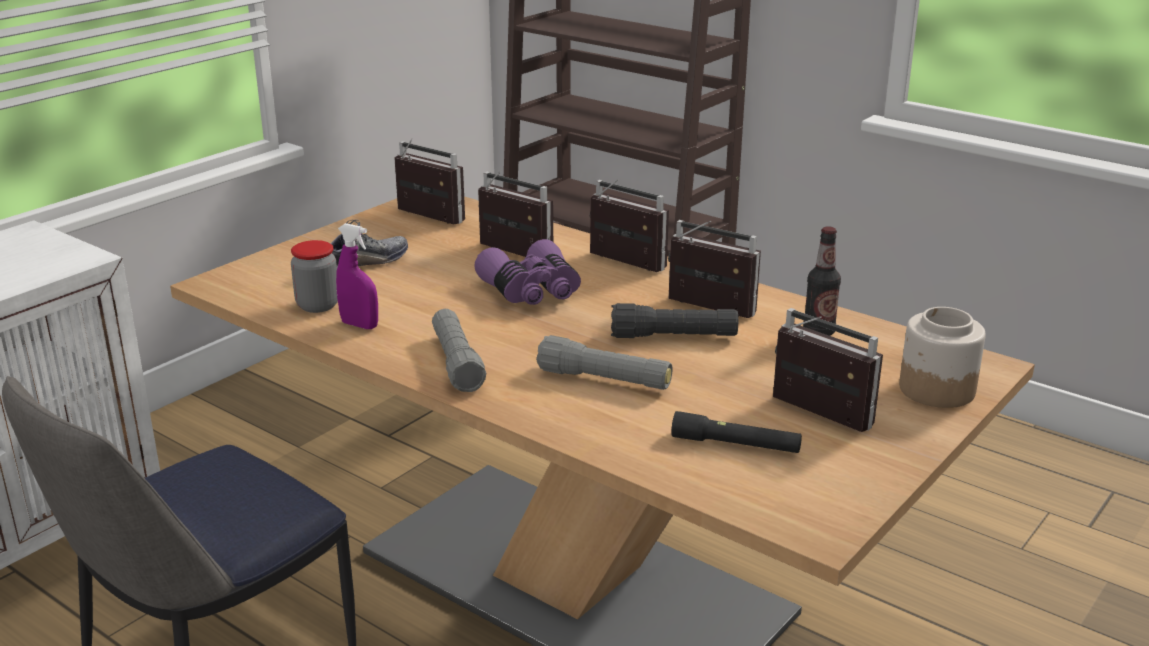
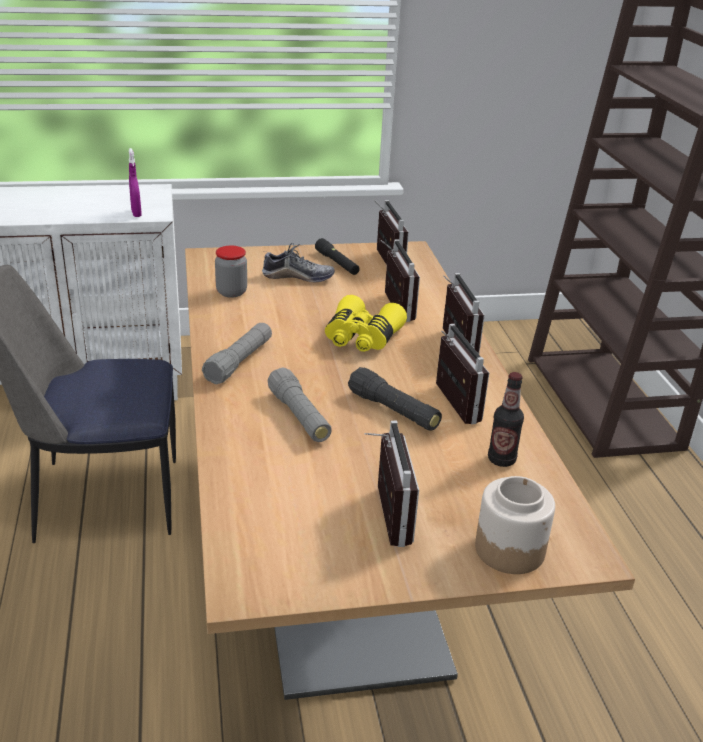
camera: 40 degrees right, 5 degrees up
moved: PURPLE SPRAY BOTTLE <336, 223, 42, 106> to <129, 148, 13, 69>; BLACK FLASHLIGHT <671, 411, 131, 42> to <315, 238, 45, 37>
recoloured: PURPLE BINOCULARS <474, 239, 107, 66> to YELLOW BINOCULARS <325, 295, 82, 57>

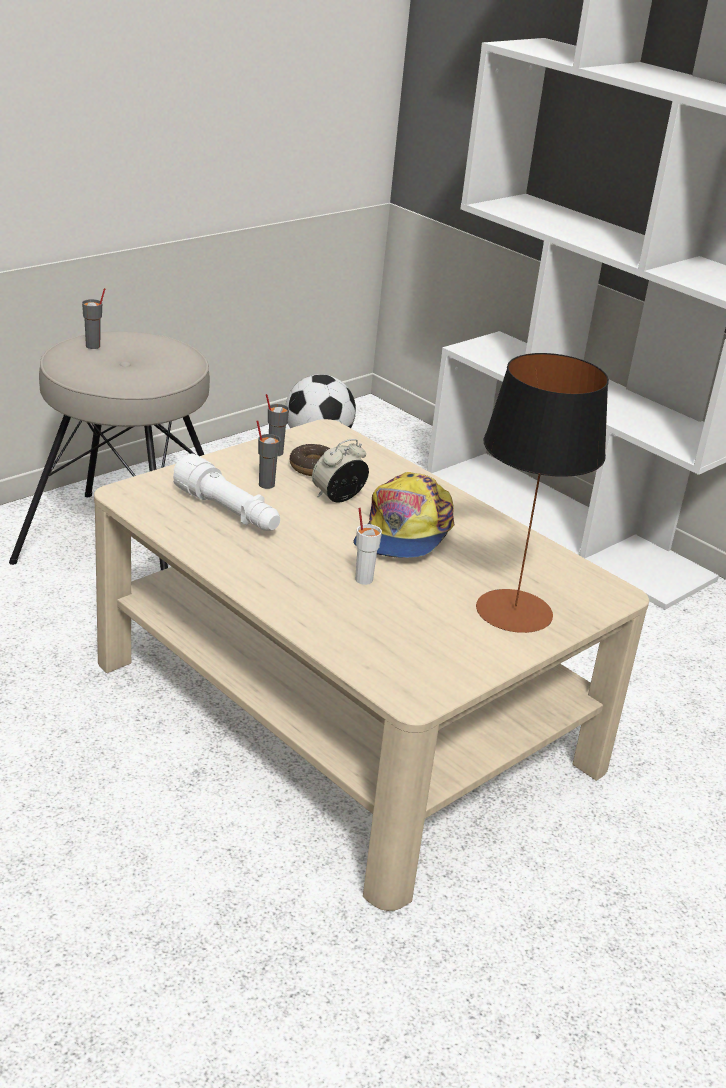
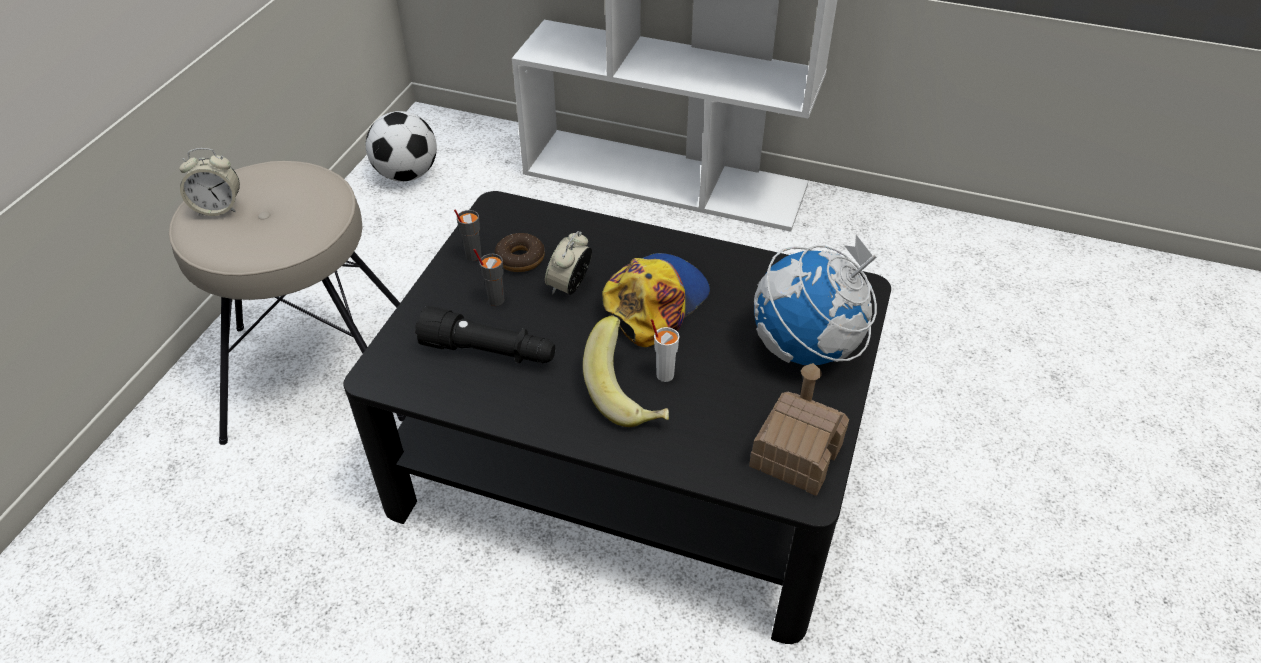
camera: 25 degrees left, 15 degrees up
added: BANANA <583, 315, 86, 112>; TOY HOUSE <749, 363, 100, 133>
replaced: GREY CUP <82, 288, 23, 61> to ALARM CLOCK <179, 148, 61, 68>; TABLE LAMP <476, 353, 133, 280> to GLOBE <754, 235, 123, 130>
recoloured: BEIGE COFFEE TABLE <94, 419, 555, 492> to BLACK COFFEE TABLE <343, 191, 548, 453>; WHITE FLASHLIGHT <173, 454, 107, 77> to BLACK FLASHLIGHT <415, 306, 141, 57>
turned: CAP <353, 472, 102, 86> = <602, 253, 108, 94> 135 degrees counterclockwise

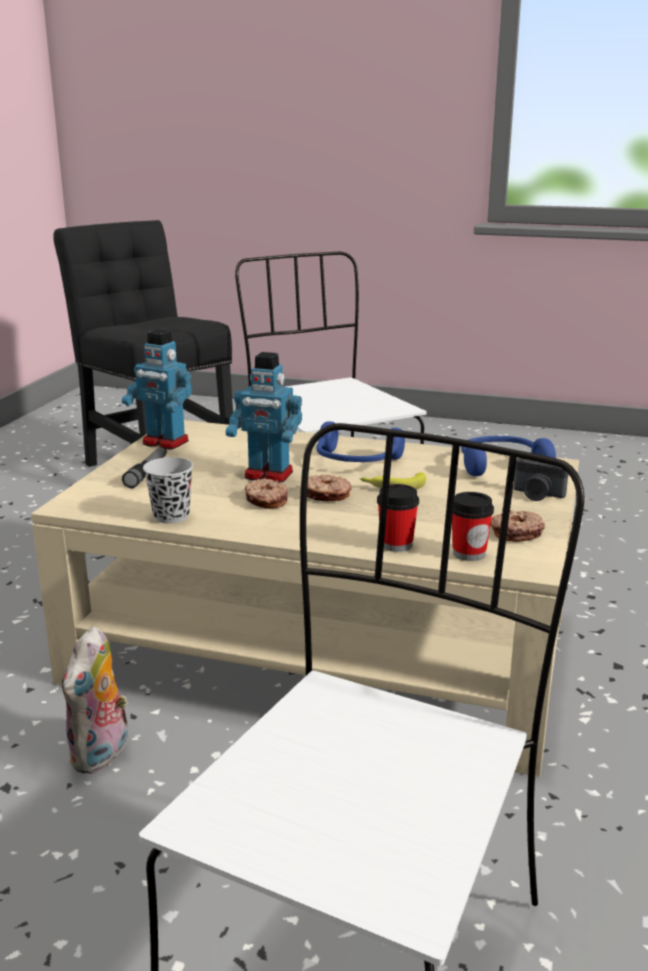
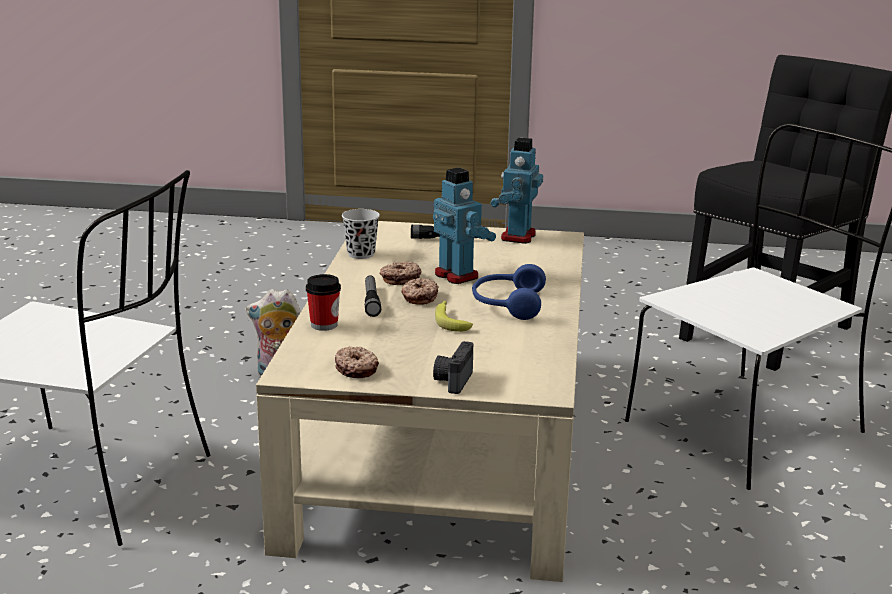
camera: 80 degrees right, 0 degrees up
removed: CUP <452, 492, 42, 69>; BLUE HEADPHONES <461, 436, 95, 40>
added: FLASHLIGHT <365, 275, 16, 42>
turned: TOY ROBOT <226, 352, 76, 131> = <433, 168, 63, 116> 135 degrees clockwise

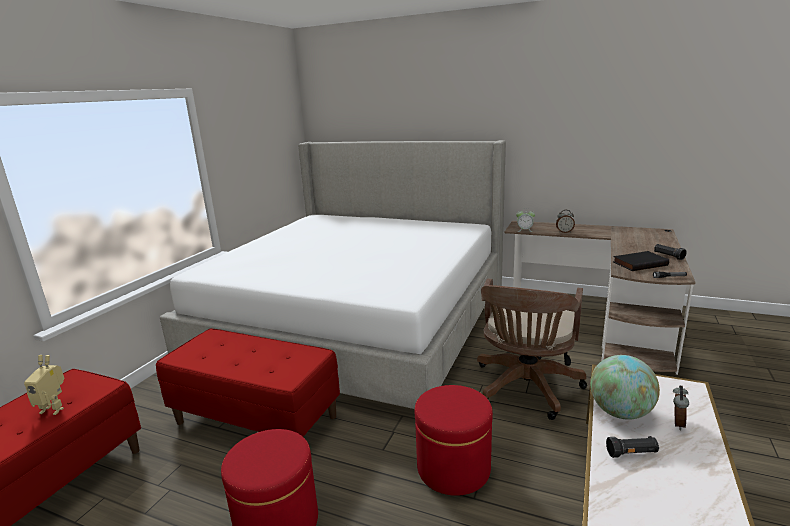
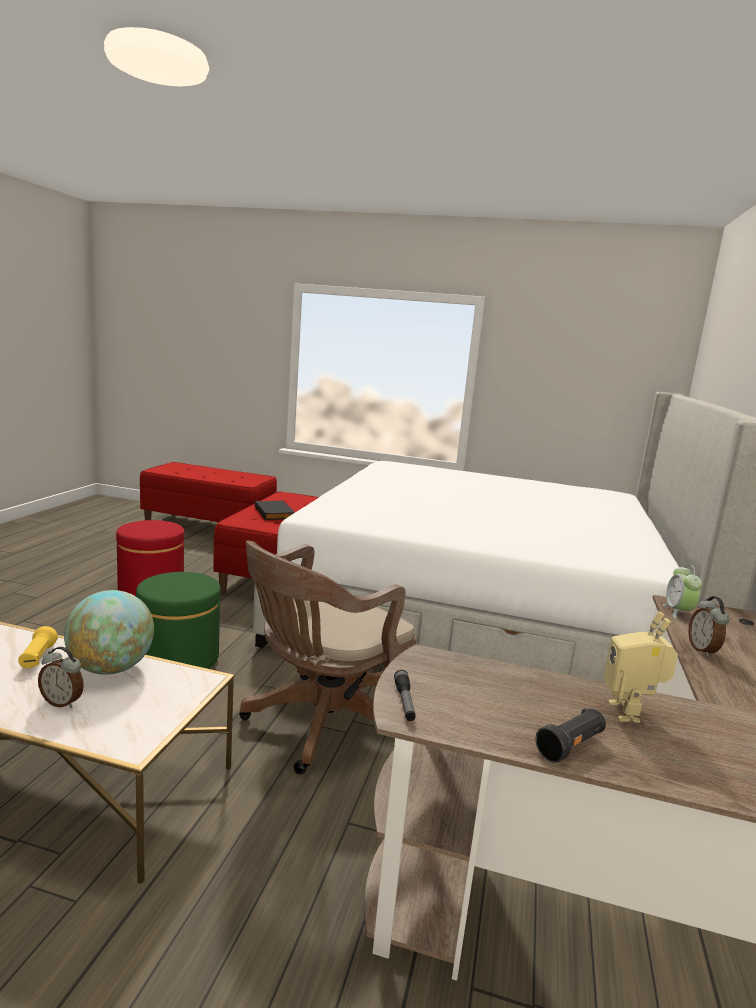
camera: 80 degrees right, 5 degrees down
moved: TOY ROBOT <24, 355, 40, 60> to <604, 611, 74, 112>; BLACK BOOK <613, 251, 56, 20> to <255, 501, 40, 19>
recoloured: RED OTTOMAN <415, 385, 78, 111> to GREEN OTTOMAN <136, 572, 85, 97>; BLACK FLASHLIGHT <606, 436, 53, 22> to YELLOW FLASHLIGHT <18, 626, 40, 43>
turned: BROWN OFFICE CHAIR <477, 279, 110, 141> = <239, 541, 178, 234> 60 degrees counterclockwise

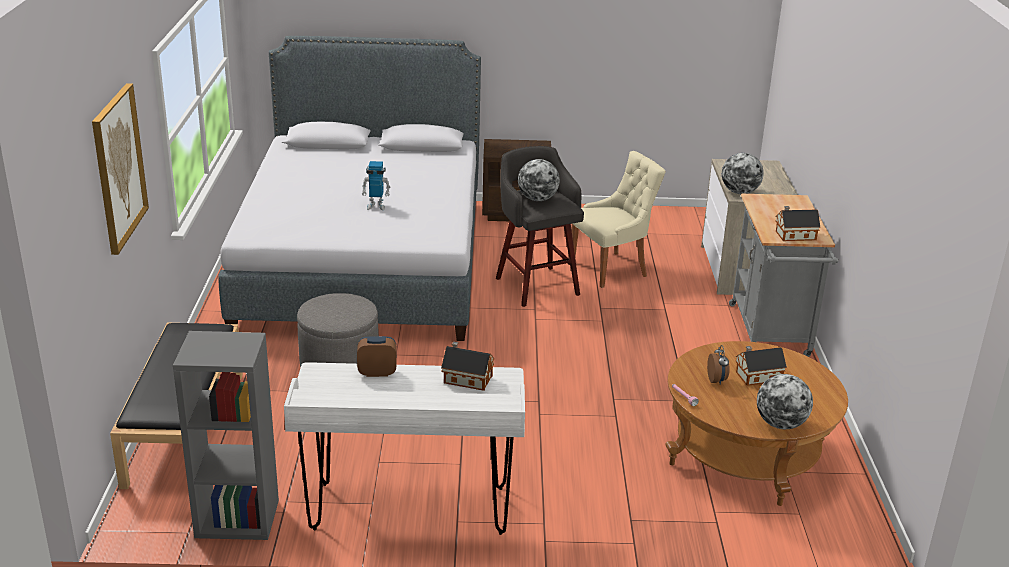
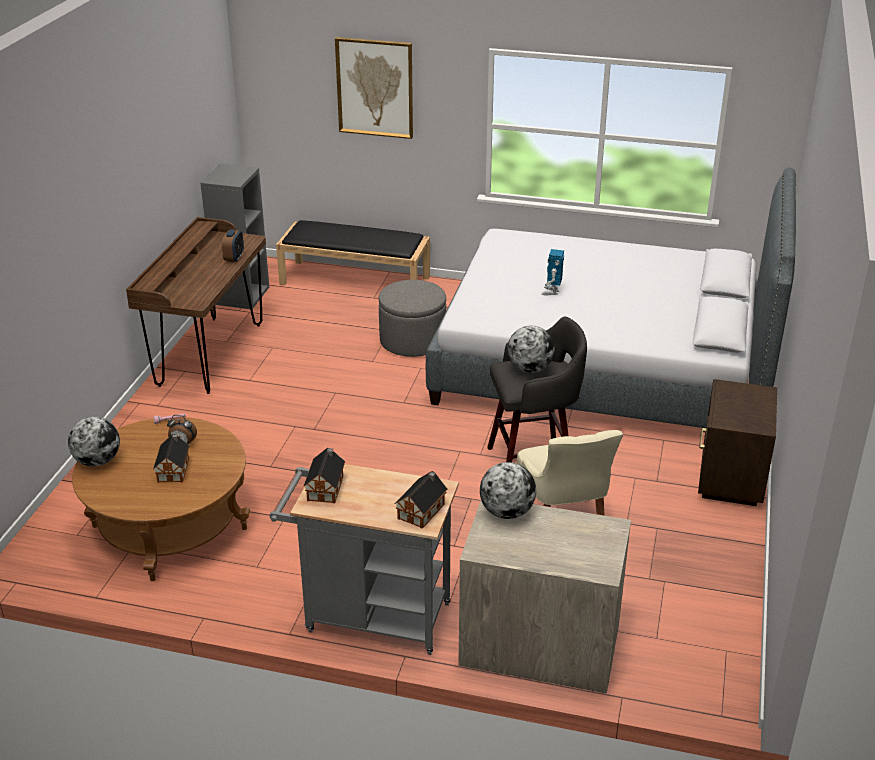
camera: 105 degrees right, 5 degrees up
moved: TOY HOUSE <441, 342, 54, 49> to <395, 471, 52, 58>
recoloured: WHITE DESK <284, 362, 241, 173> to BROWN DESK <126, 217, 140, 177>

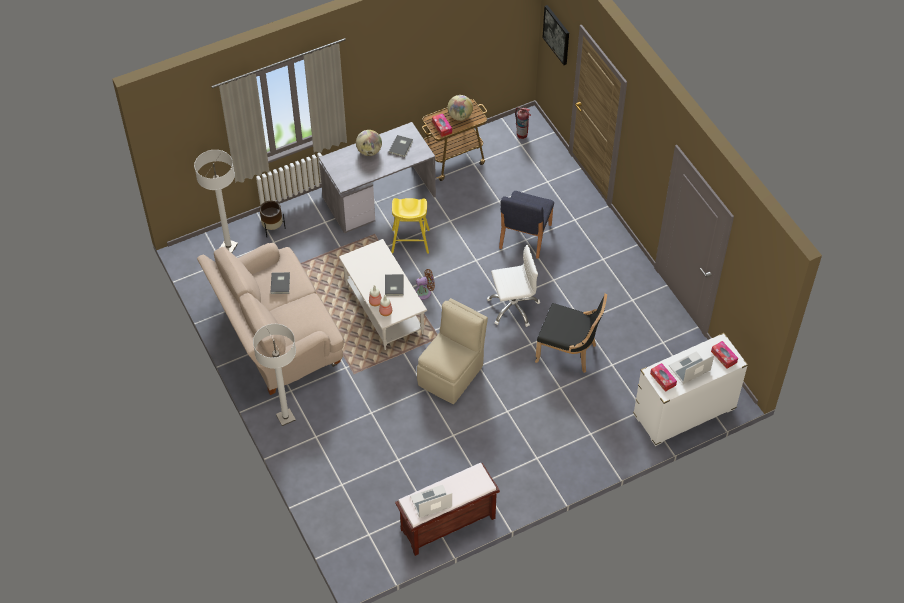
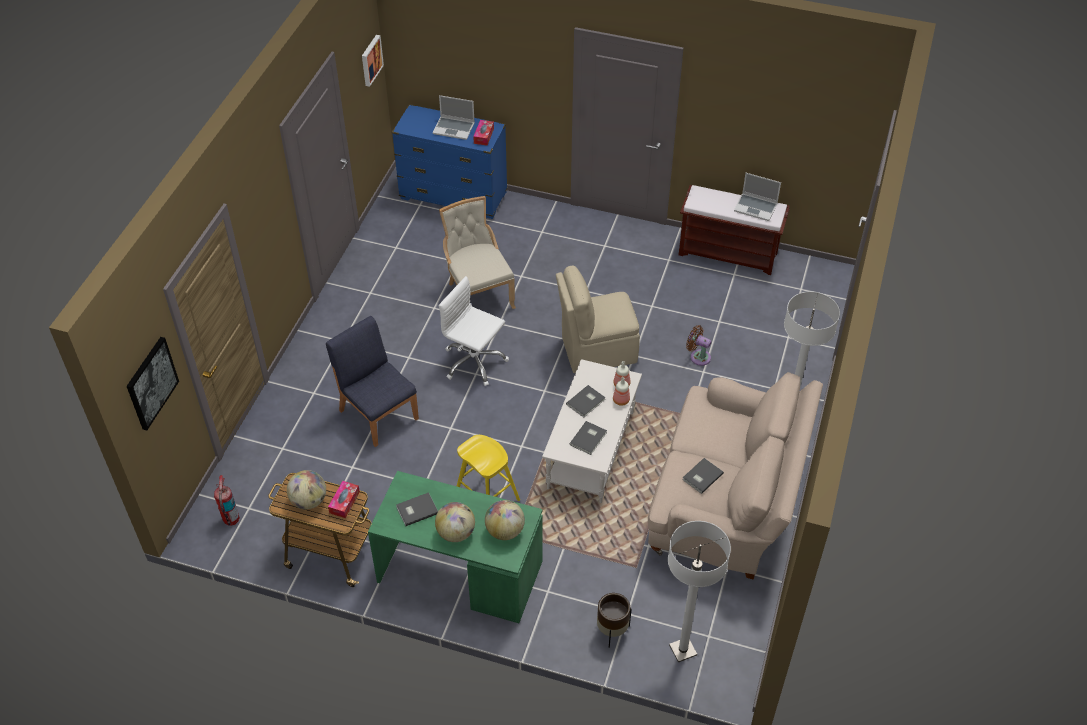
camera: 135 degrees left, 5 degrees down
removed: TISSUE BOX <711, 341, 27, 28>
added: PICTURE <362, 35, 22, 52>; GLOBE <485, 500, 40, 40>; GREY BOOK <570, 421, 37, 34>
moved: BROWN FAN <415, 269, 20, 31> to <686, 325, 26, 41>
recoloured: GREY DESK <319, 122, 117, 111> to GREEN DESK <368, 471, 175, 152>; BLACK CHAIR <535, 294, 72, 79> to BEIGE CHAIR <439, 196, 77, 113>; WHITE DRESSER <633, 333, 115, 113> to BLUE DRESSER <392, 104, 116, 115>
turned: BLUE CHAIR <499, 191, 55, 68> = <326, 316, 93, 131> 105 degrees counterclockwise

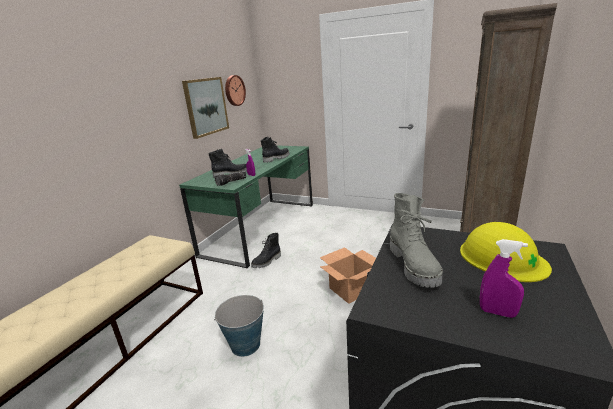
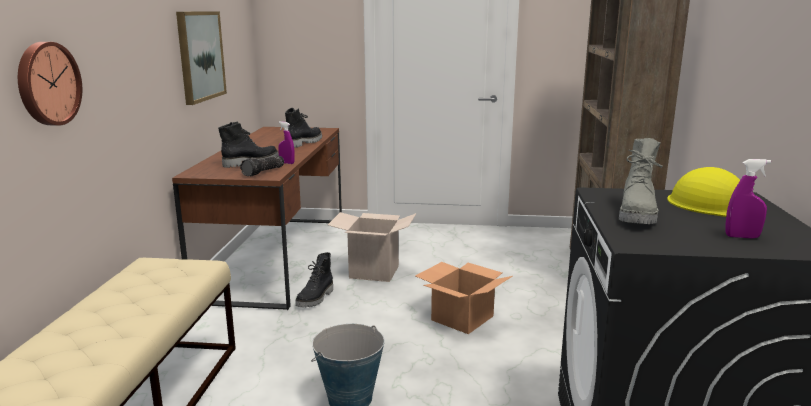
camera: 20 degrees left, 5 degrees down
added: CARDBOARD BOX <328, 212, 88, 70>
moved: WALL CLOCK <225, 75, 21, 31> to <18, 42, 64, 84>
recoloured: GREEN DESK <179, 145, 134, 124> to BROWN DESK <172, 127, 170, 183>
turned: GREY BOOT <390, 193, 53, 95> = <619, 138, 44, 86> 45 degrees clockwise

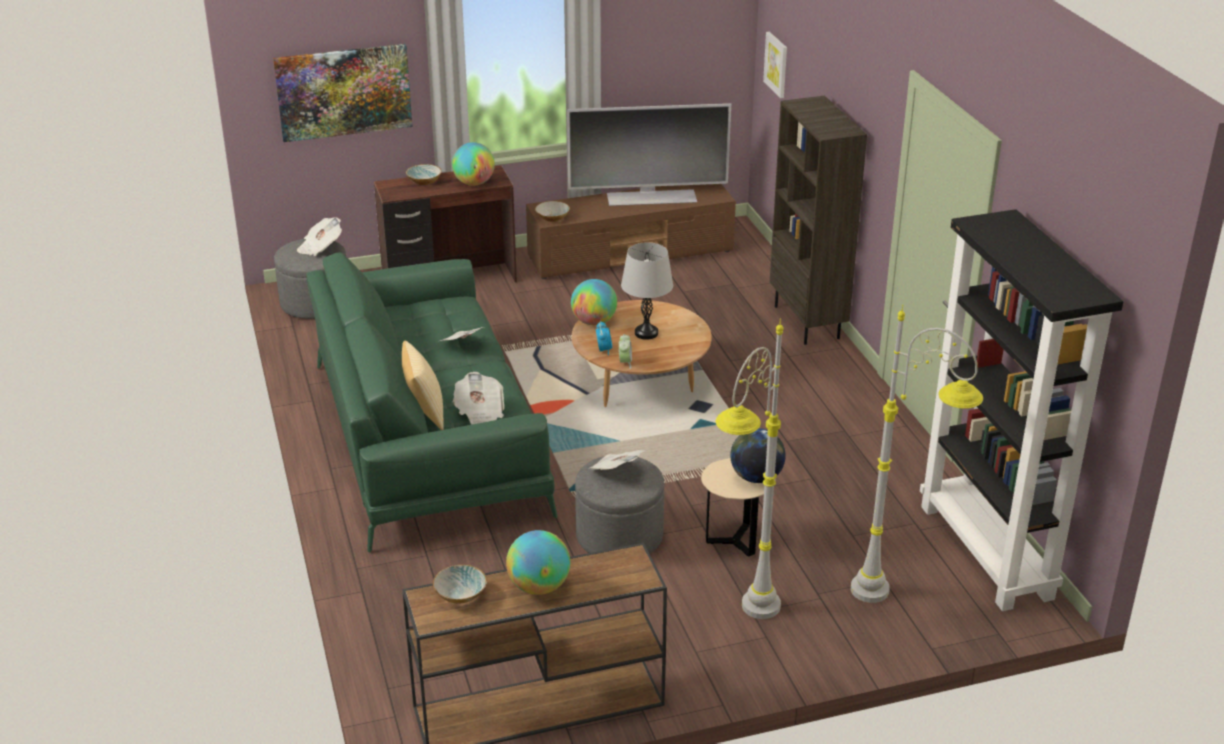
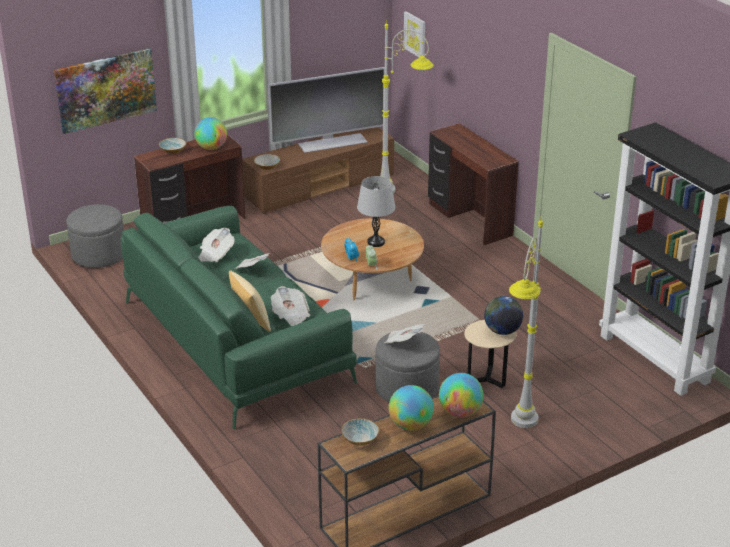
camera: 15 degrees left, 0 degrees up
moved: NEWSPAPER <297, 217, 45, 39> to <198, 228, 37, 34>; GLOBE <571, 279, 46, 46> to <439, 373, 45, 45>; GREY FLOOR LAMP <851, 305, 132, 298> to <380, 20, 54, 174>
replaced: BROWN BOOKCASE <770, 96, 97, 249> to BROWN DESK <428, 123, 91, 123>

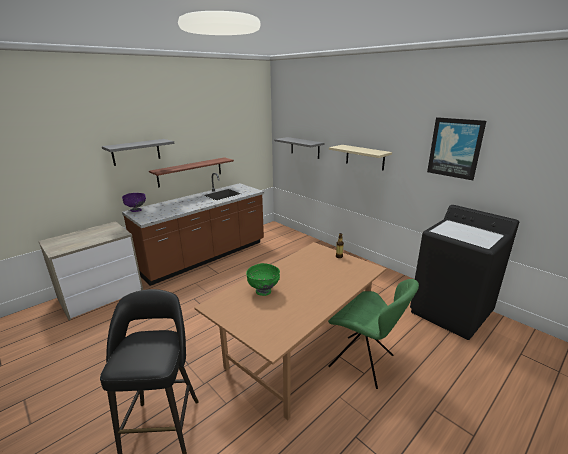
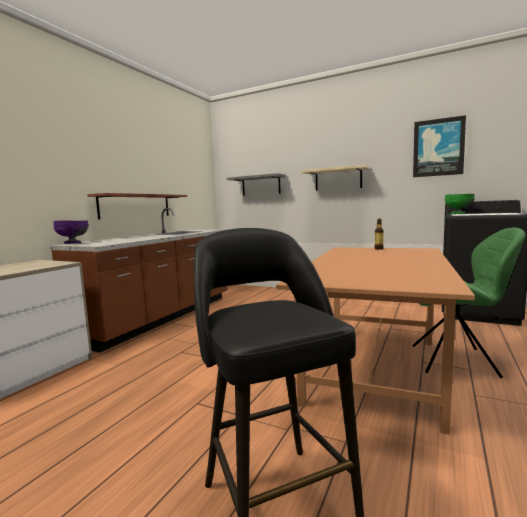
camera: 20 degrees left, 15 degrees down
removed: GREY SHELF <102, 139, 72, 27>
moved: GREEN BOWL <246, 263, 34, 33> to <445, 194, 30, 20>

